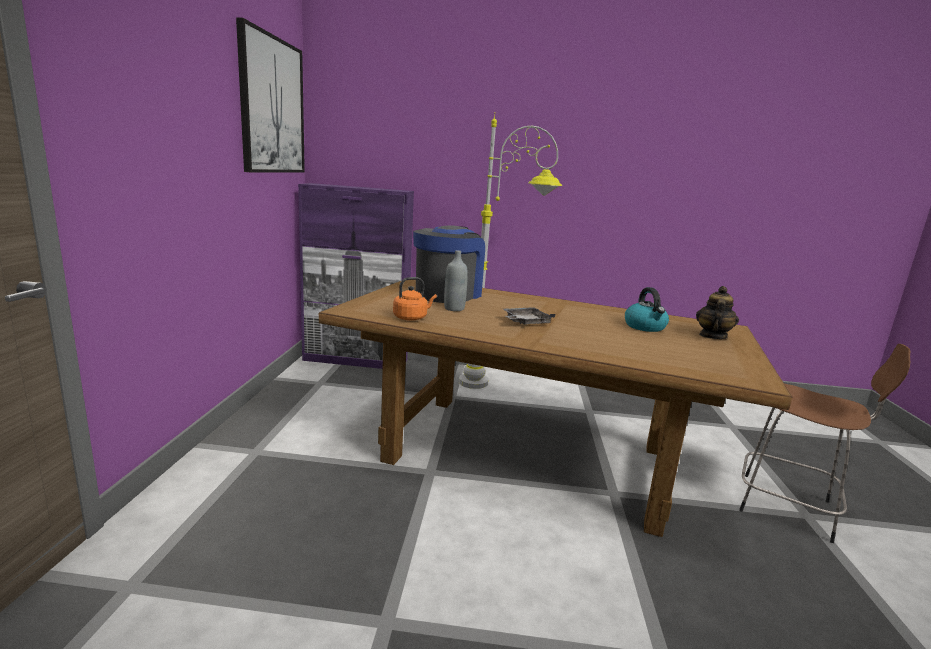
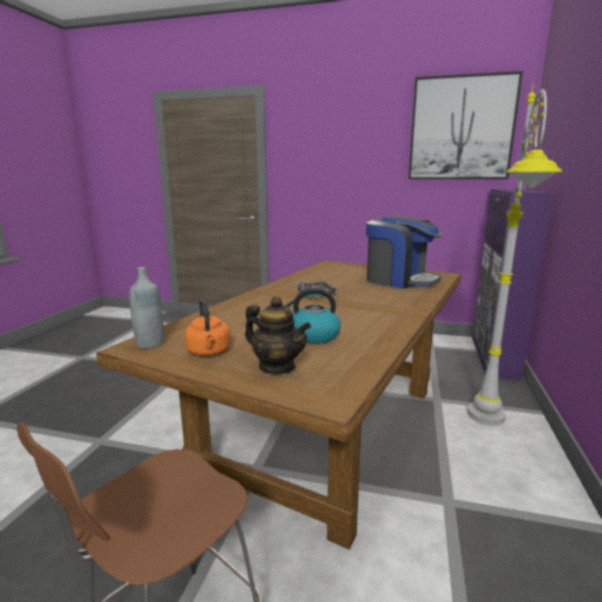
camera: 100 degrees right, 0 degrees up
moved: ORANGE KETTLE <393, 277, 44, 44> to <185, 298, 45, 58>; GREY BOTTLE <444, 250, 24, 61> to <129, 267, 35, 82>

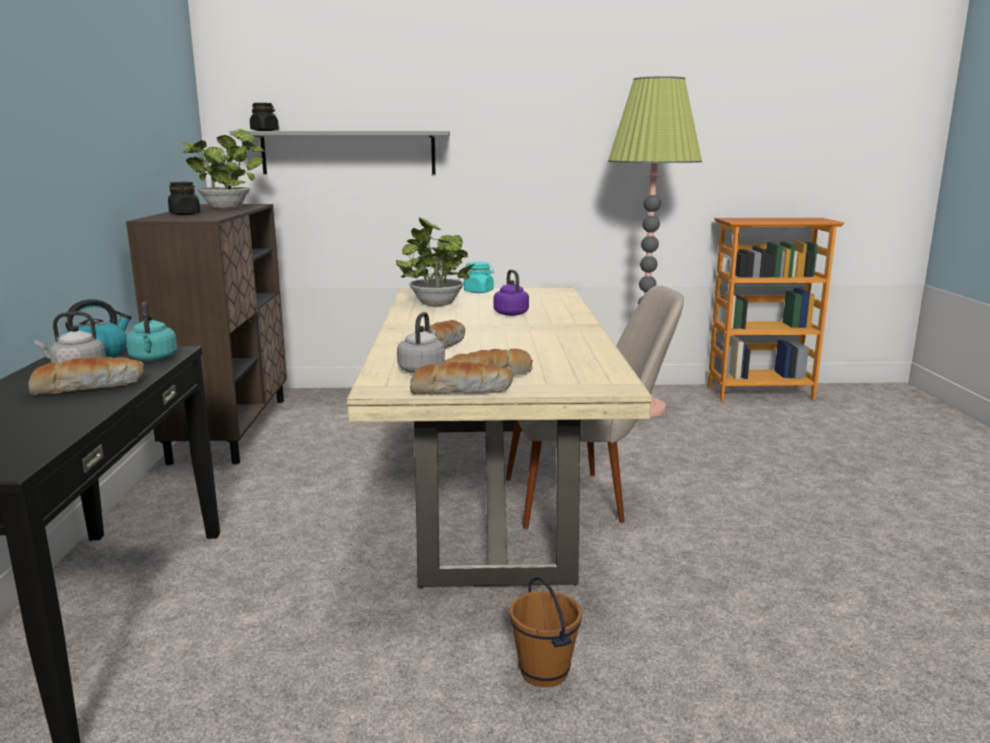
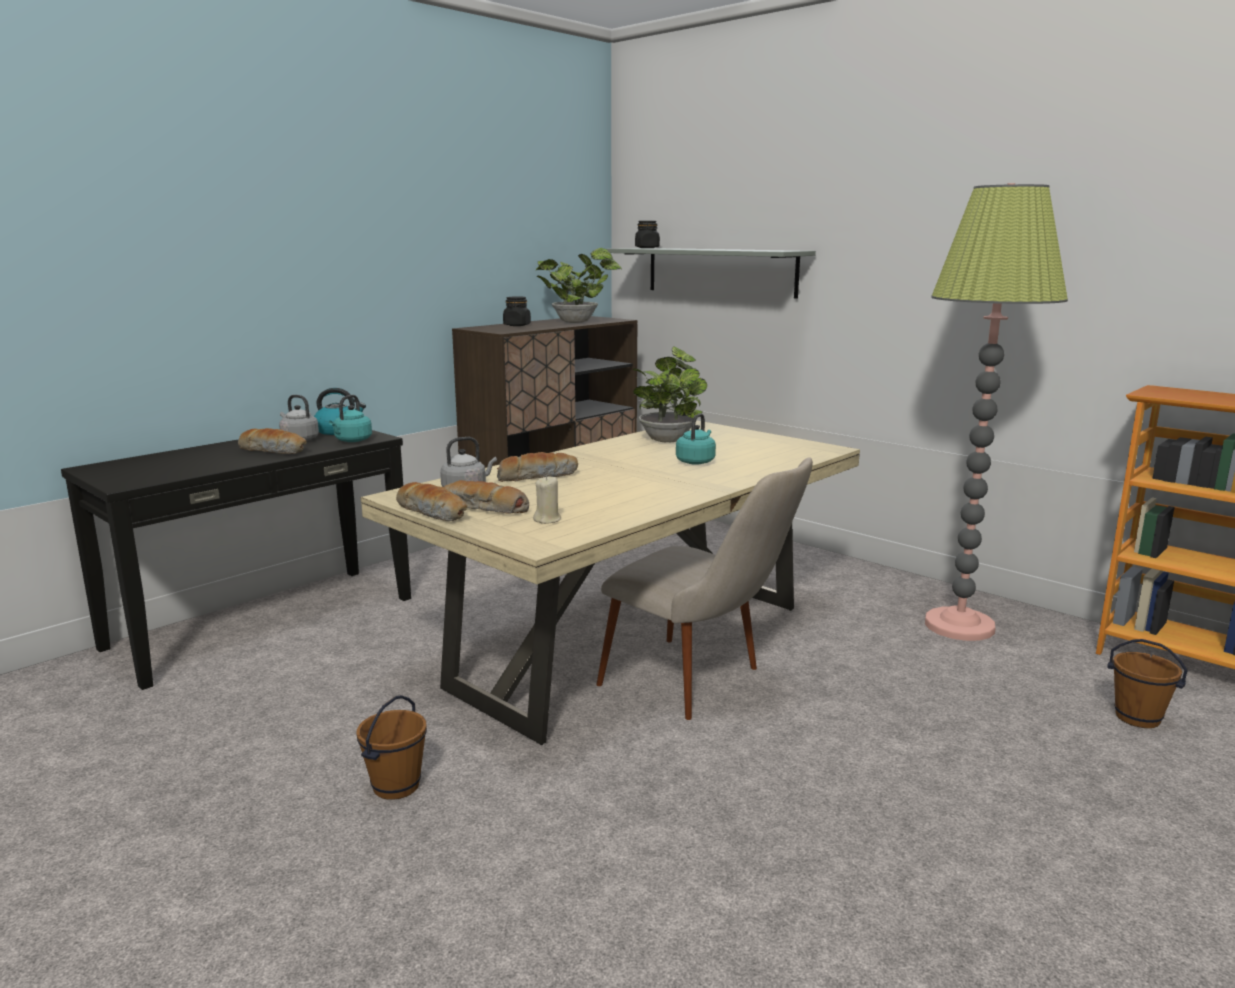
camera: 45 degrees right, 0 degrees up
removed: TURQUOISE JAR <464, 262, 30, 31>
added: BEIGE CANDLE <533, 476, 28, 48>; BROWN BUCKET <1107, 639, 81, 89>
recoloured: PURPLE KETTLE <493, 270, 36, 46> to TURQUOISE KETTLE <676, 413, 40, 52>

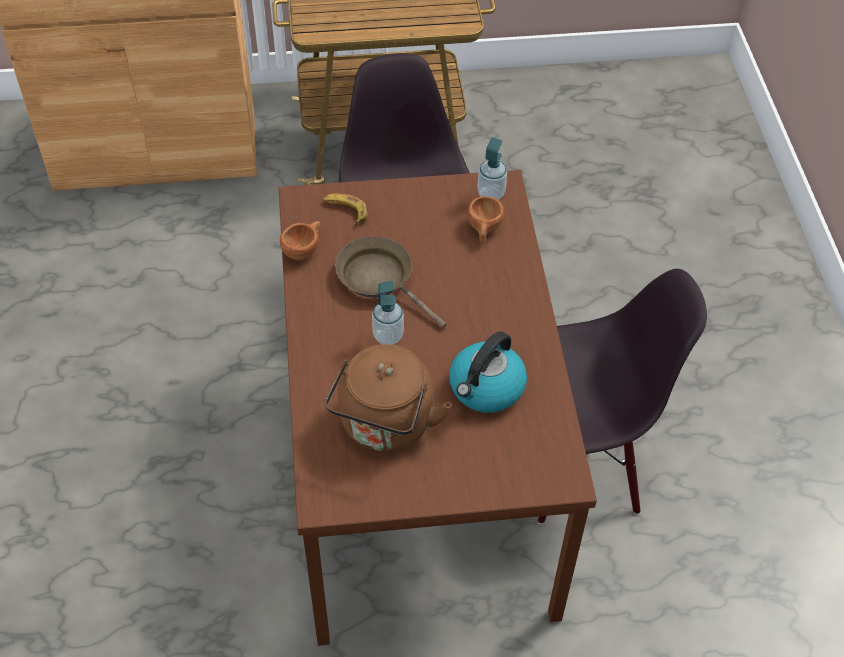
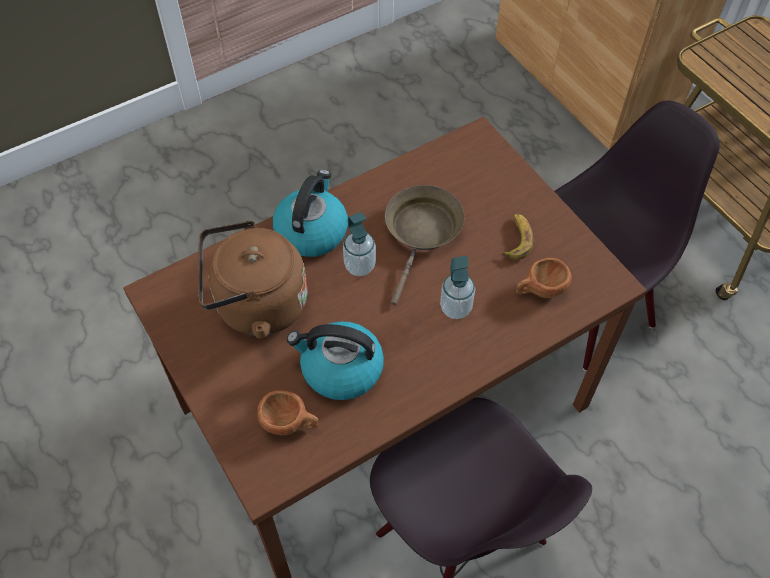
camera: 65 degrees right, 5 degrees up
added: KETTLE <273, 170, 75, 87>
moved: BROWN CUP <279, 221, 42, 40> to <257, 390, 61, 45>; BANANA <323, 193, 46, 32> to <501, 214, 32, 46>; SOAP DISPENSER <477, 137, 30, 63> to <440, 256, 35, 63>

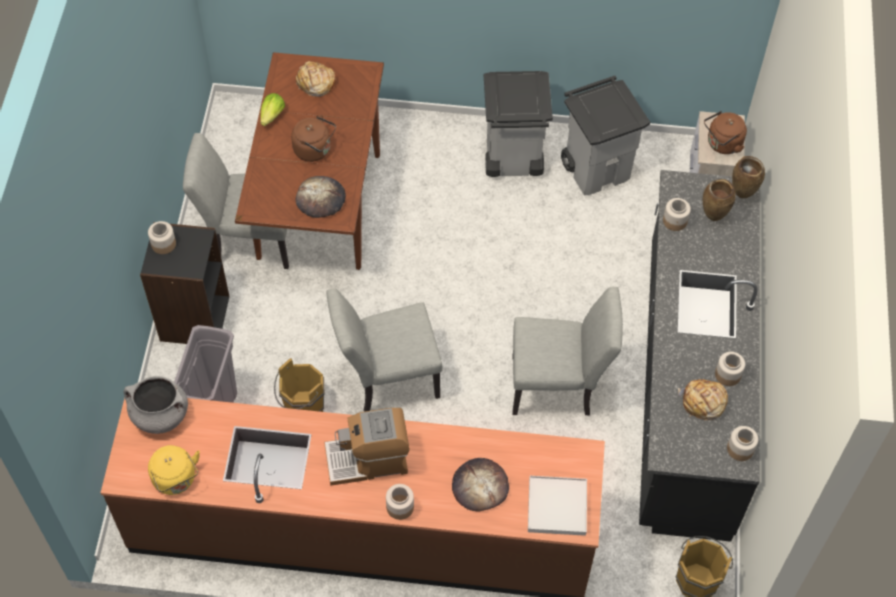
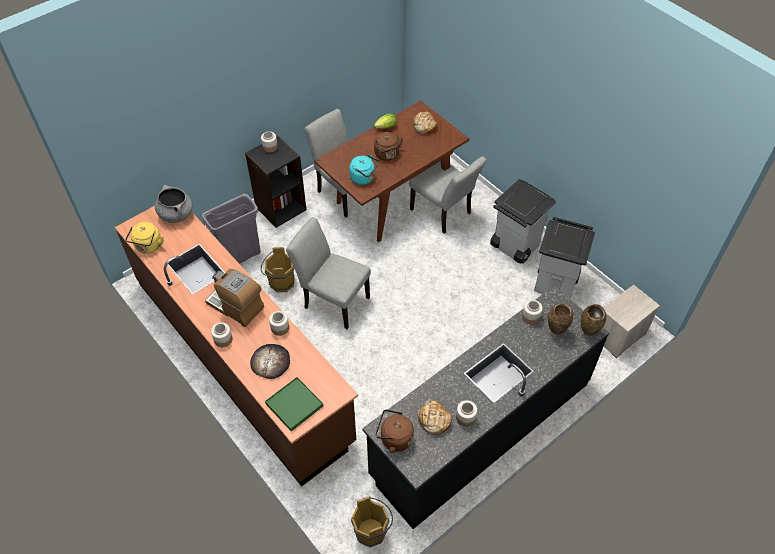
camera: 45 degrees right, 5 degrees down
moved: GREY CHAIR <513, 287, 110, 129> to <409, 156, 78, 78>; BROWN KETTLE <704, 111, 43, 43> to <376, 409, 38, 44>; JAR <727, 426, 31, 35> to <269, 311, 20, 25>
replaced: BREAD <296, 176, 50, 42> to TURQUOISE KETTLE <349, 155, 31, 30>
recoloured: WHITE TRAY <528, 476, 59, 60> to GREEN TRAY <265, 377, 58, 54>

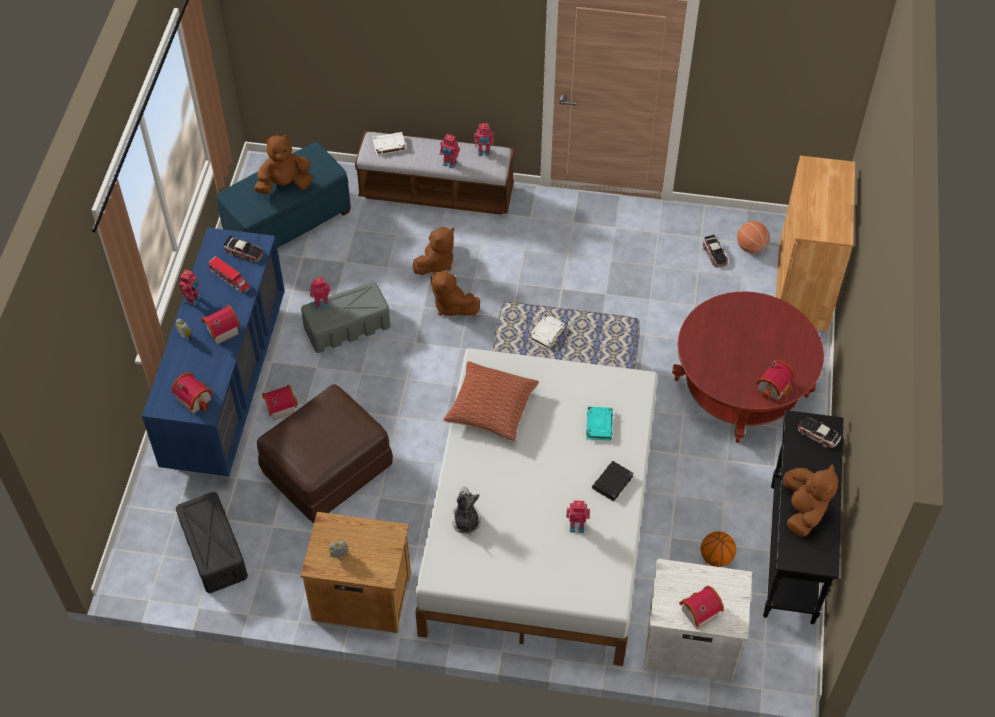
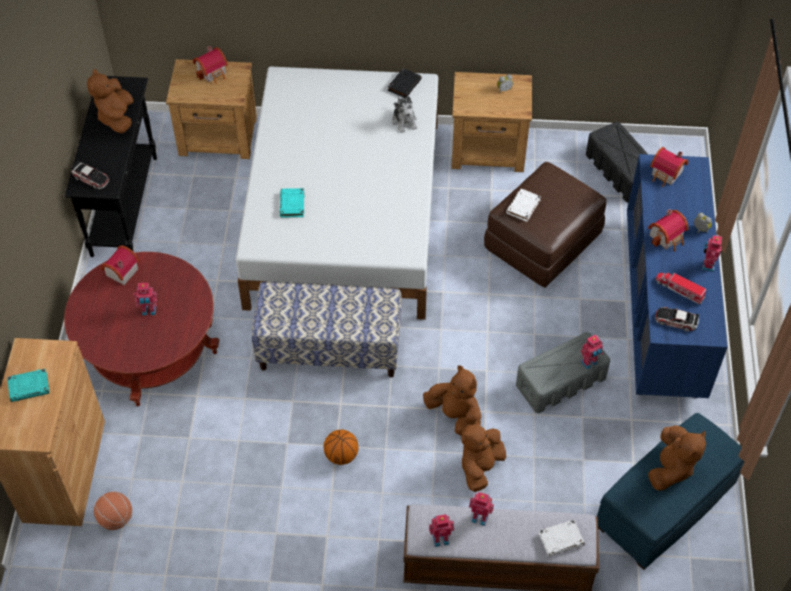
camera: 175 degrees right, 0 degrees up
removed: TOY HOUSE <262, 385, 36, 35>; PILLOW <444, 361, 95, 80>; TOY CAR <703, 235, 25, 33>
added: TURQUOISE BOOK <7, 369, 43, 33>
moved: WHITE BOOK <528, 314, 38, 35> to <506, 189, 35, 33>; TOY ROBOT <566, 500, 24, 33> to <134, 283, 23, 32>; BLACK BOOK <592, 461, 42, 41> to <388, 68, 34, 30>; BASKETBALL <701, 531, 35, 36> to <323, 429, 36, 36>
recoloured: WHITE NIGHTSTAND <644, 559, 108, 122> to BROWN NIGHTSTAND <166, 59, 91, 100>
turned: BROWN PLUSH TOY <254, 135, 59, 59> = <648, 425, 58, 66> 45 degrees counterclockwise

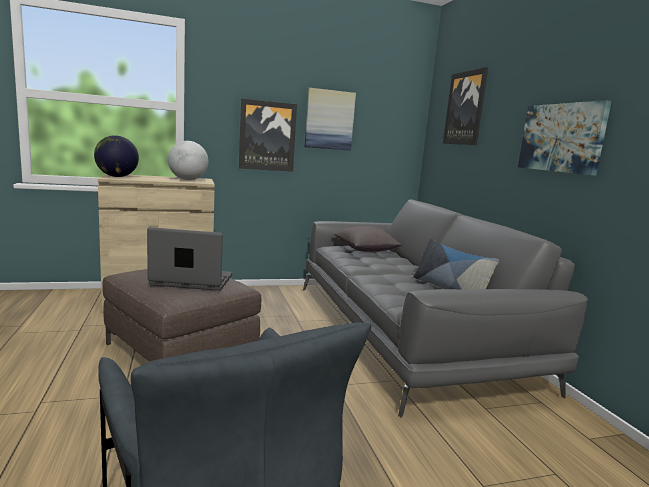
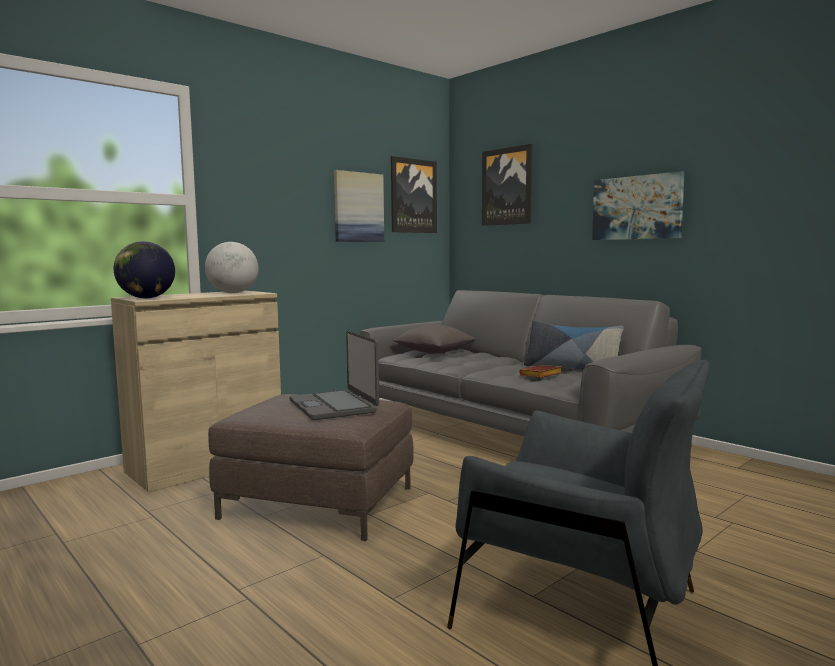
camera: 25 degrees left, 5 degrees down
added: BROWN BOOK <519, 365, 43, 13>
moved: PICTURE <239, 99, 58, 73> to <391, 156, 46, 77>
turned: LAPTOP <147, 227, 85, 64> = <290, 330, 89, 90> 90 degrees counterclockwise

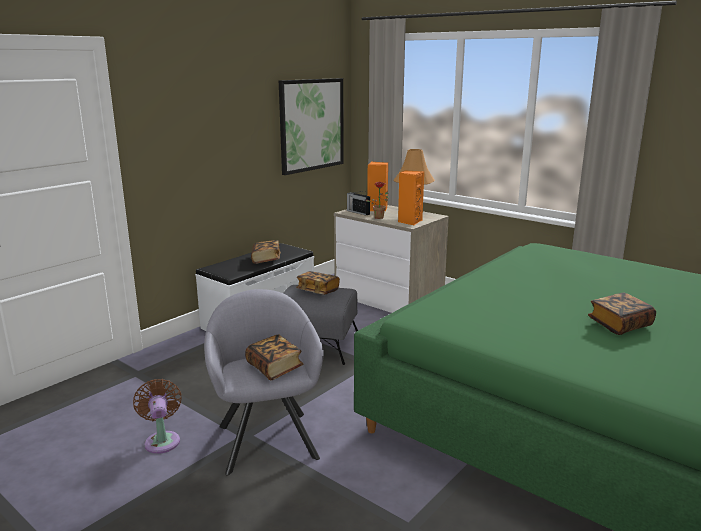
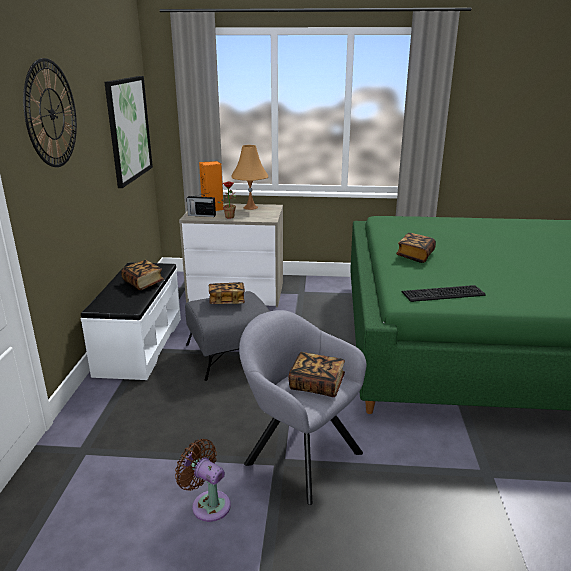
camera: 35 degrees left, 5 degrees up
removed: ORANGE SPEAKER <398, 170, 26, 55>
added: WALL CLOCK <23, 58, 54, 109>; KEYBOARD <402, 285, 84, 17>
moved: BOOK <588, 293, 68, 42> to <396, 233, 40, 30>

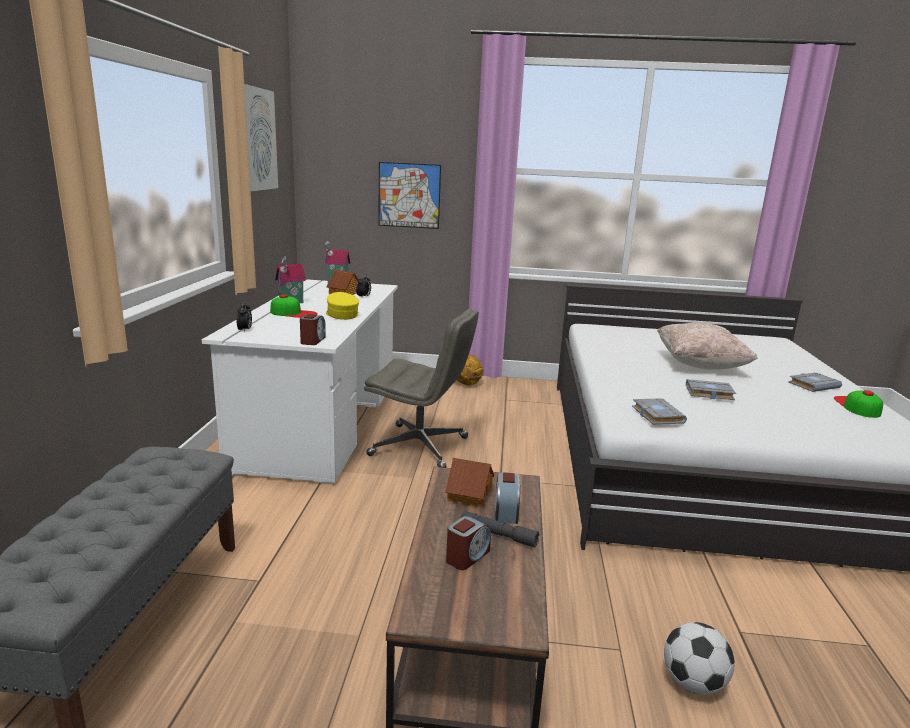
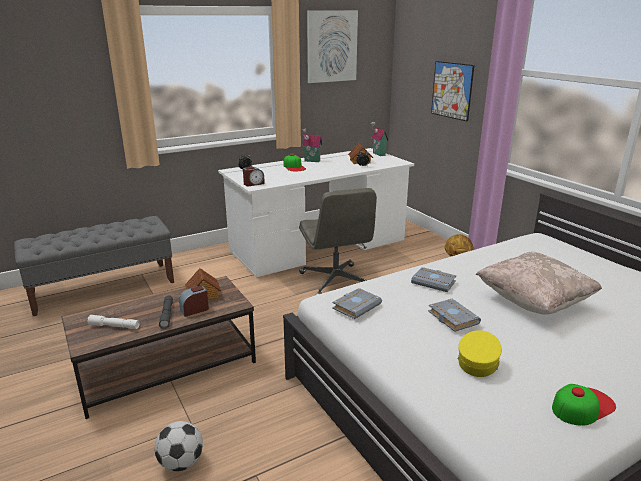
camera: 55 degrees right, 5 degrees up
removed: ALARM CLOCK <446, 516, 45, 54>
added: WHITE FLASHLIGHT <87, 315, 53, 14>
moved: YELLOW CAP <326, 292, 33, 28> to <458, 330, 44, 47>; GREY BOOK <788, 372, 54, 20> to <411, 267, 46, 25>

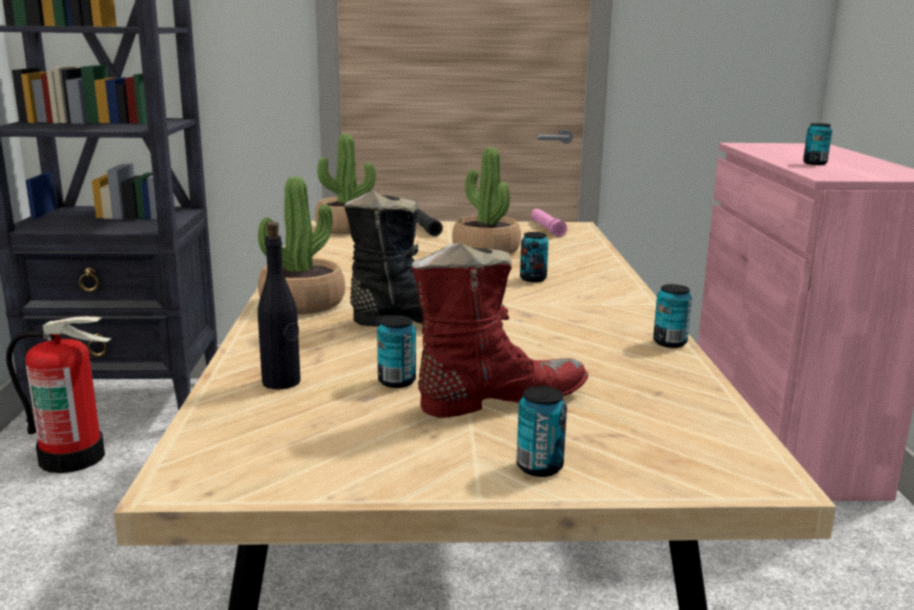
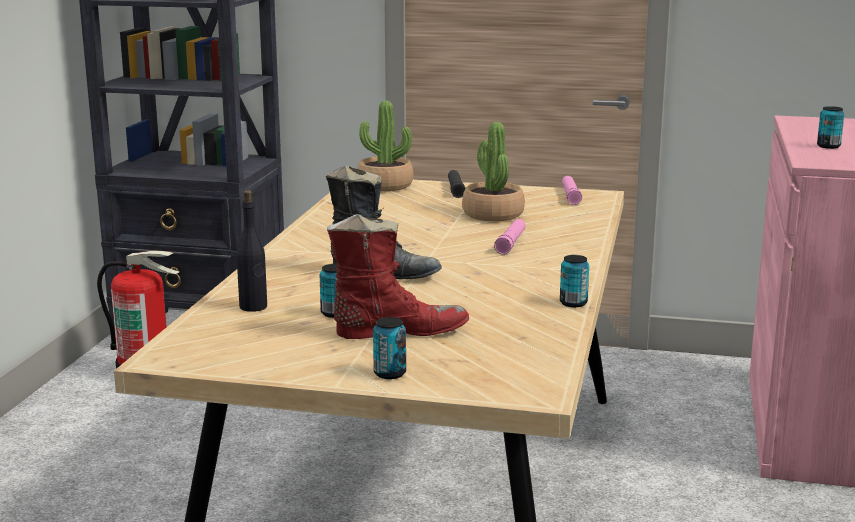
camera: 15 degrees right, 0 degrees up
removed: POTTED PLANT <258, 176, 87, 138>
replaced: CAN <520, 232, 29, 50> to PINK FLASHLIGHT <494, 219, 32, 35>

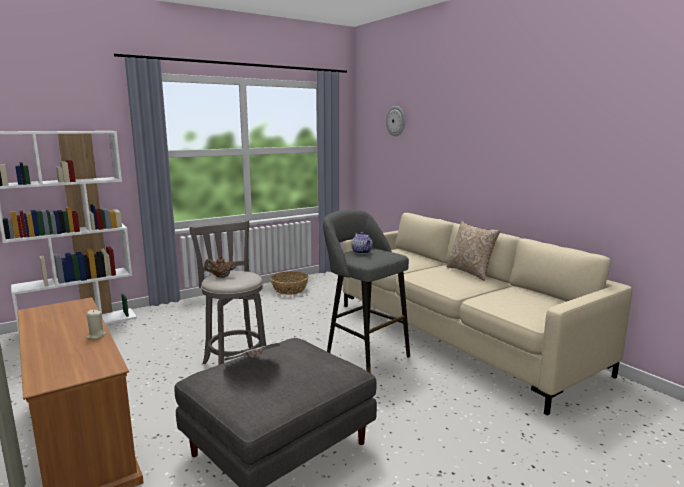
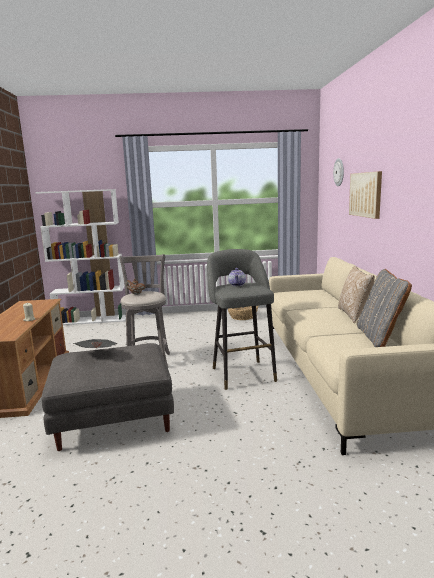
camera: 30 degrees right, 0 degrees up
added: PICTURE <349, 171, 33, 48>; GREY PILLOW <357, 269, 55, 78>

